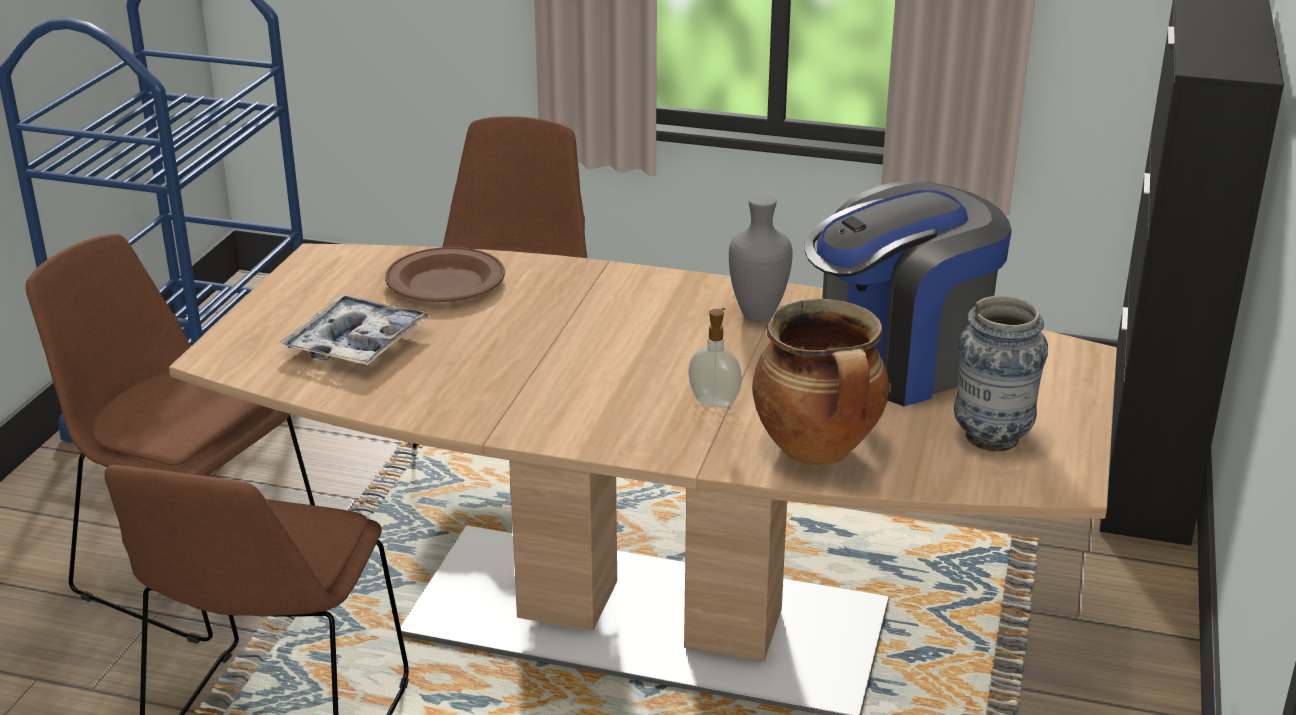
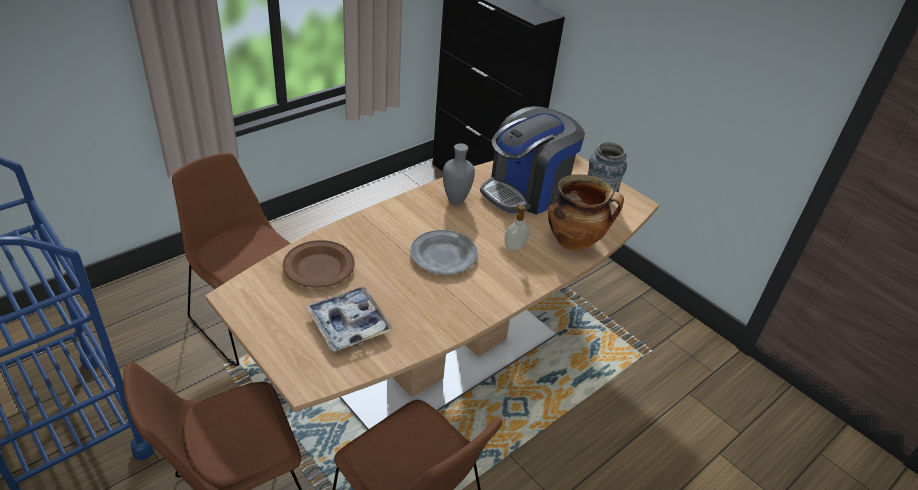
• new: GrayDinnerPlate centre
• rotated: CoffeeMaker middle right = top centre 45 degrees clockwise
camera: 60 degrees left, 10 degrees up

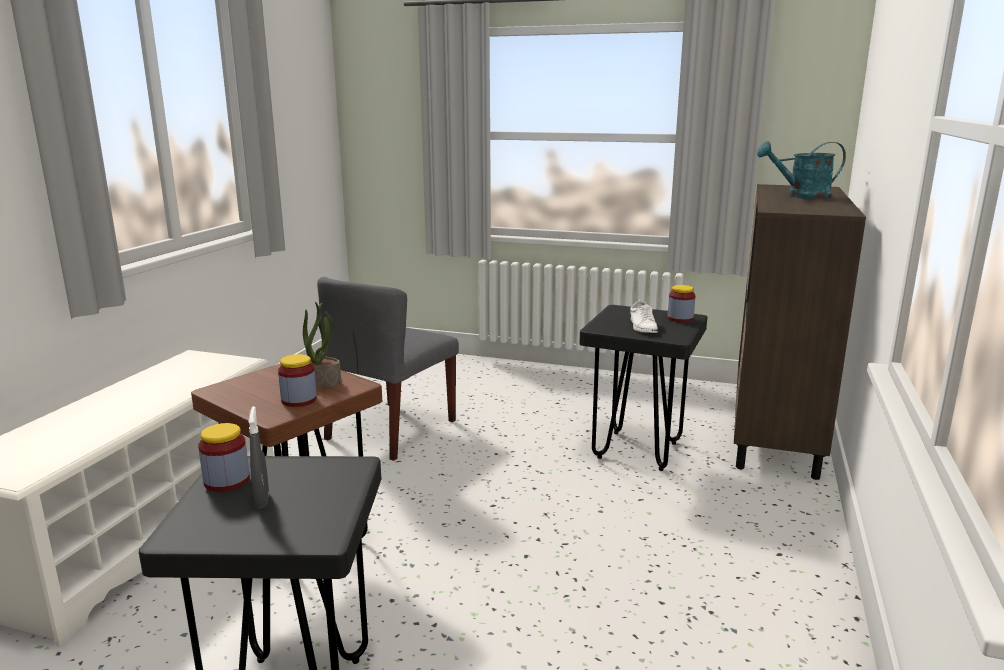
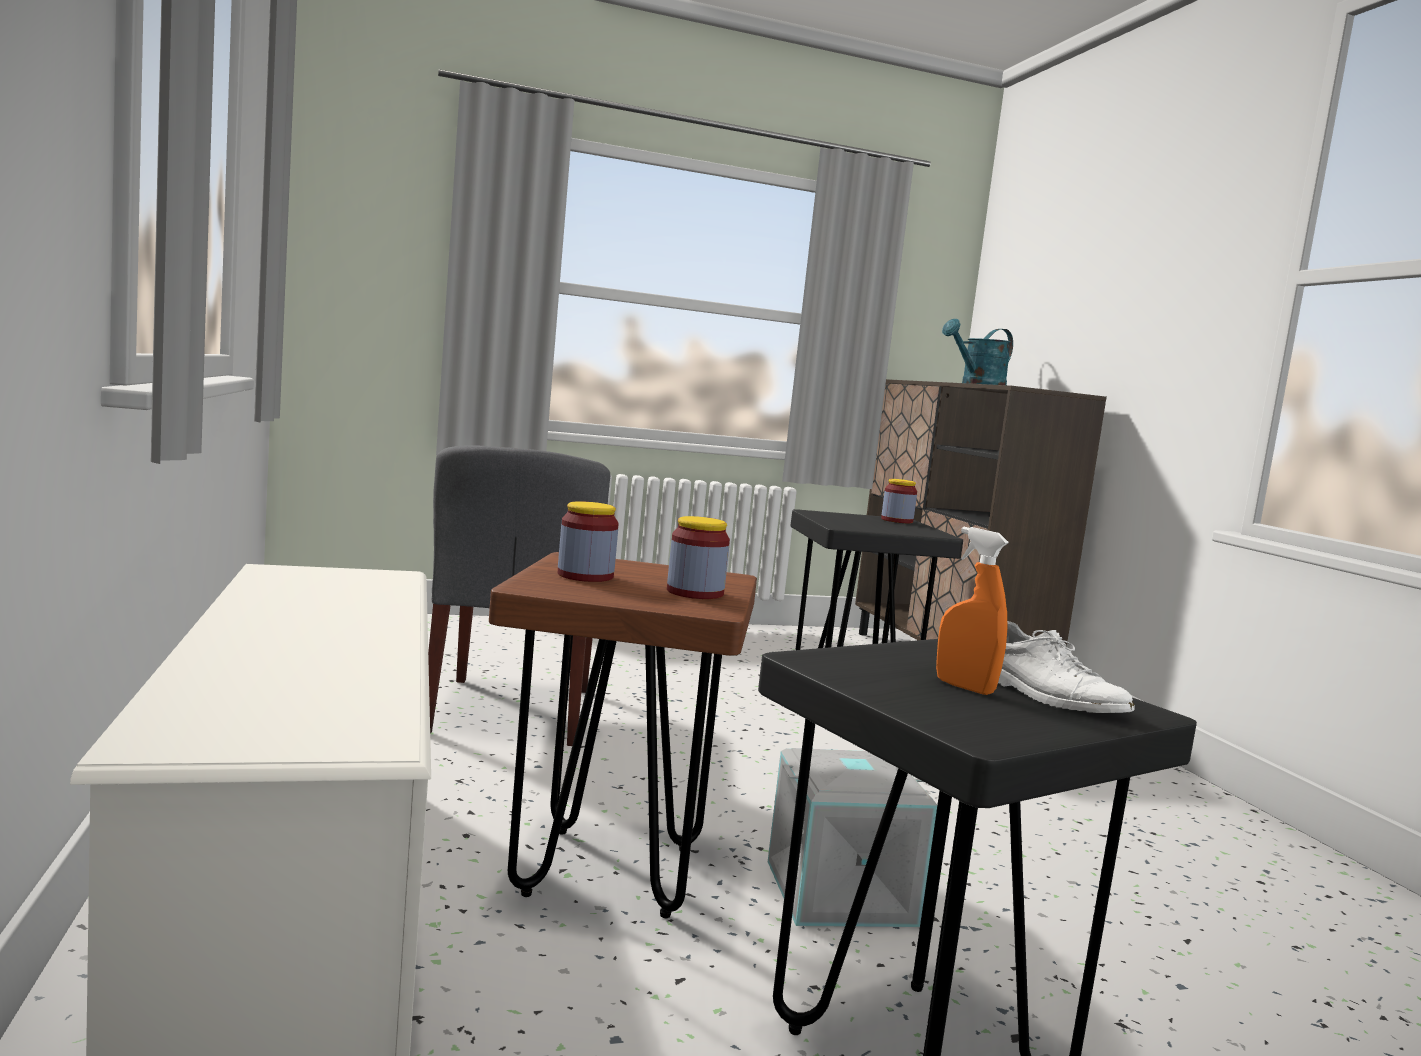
• gone: Houseplant middle left
• new: GrayStorageContainer bottom centre
• shifted: Jar (no. 1 from left) bottom left to centre
• shifted: WhitishItemOfFootwear centre to middle right
• repainted: GraySprayBottle bottom left to OrangeColouredSprayBottle middle right
camera: 35 degrees left, 10 degrees down

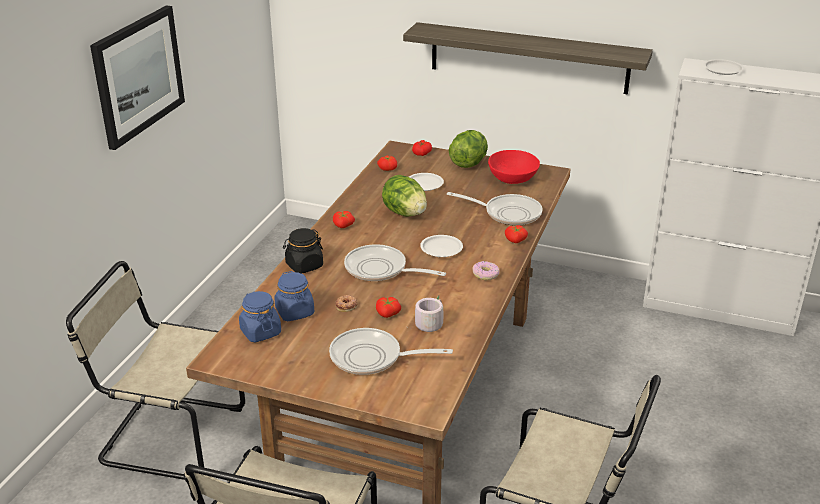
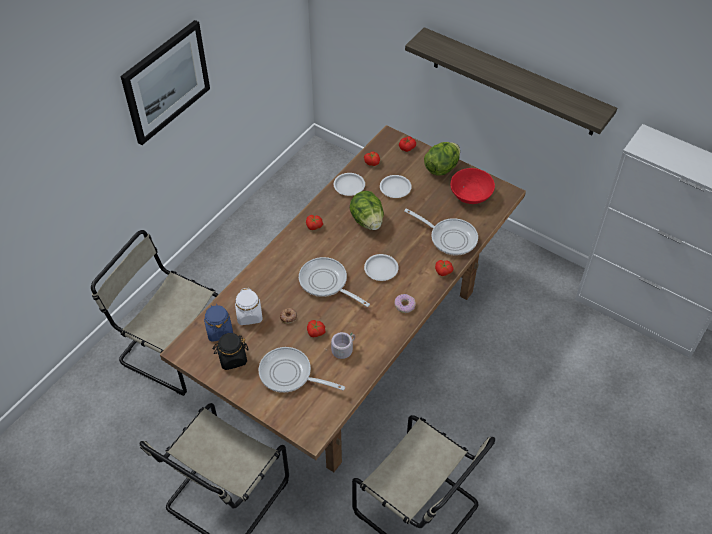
• shifted: BlackColouredJar centre to middle left
• shifted: WhitishDinnerPlate (no. 3 from left in the first image) top right to WhitishDinnerPlate (no. 1 from left) centre
• repainted: BlueColouredJar (no. 2 from left) centre to WhitishJar centre
camera: 15 degrees right, 20 degrees up

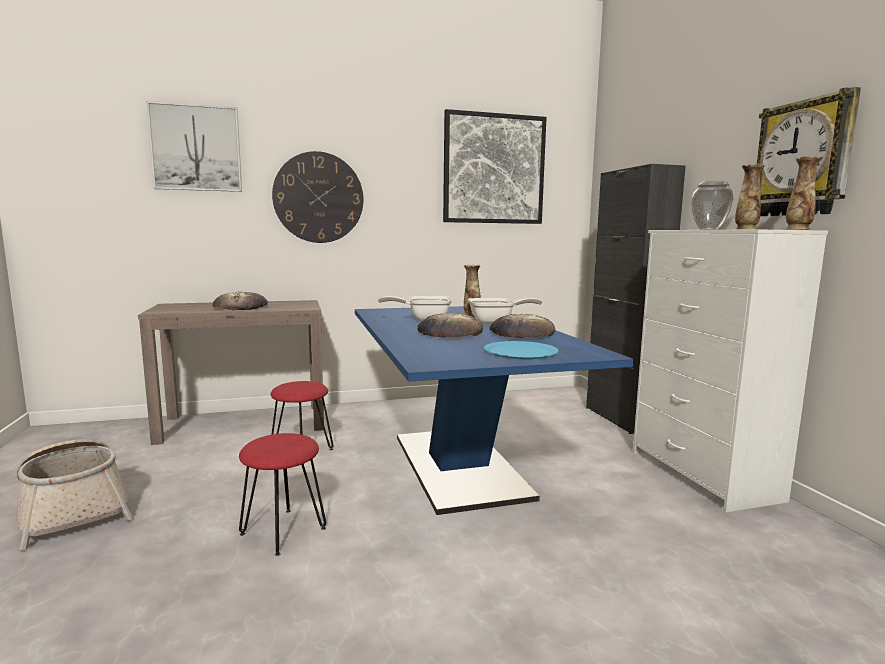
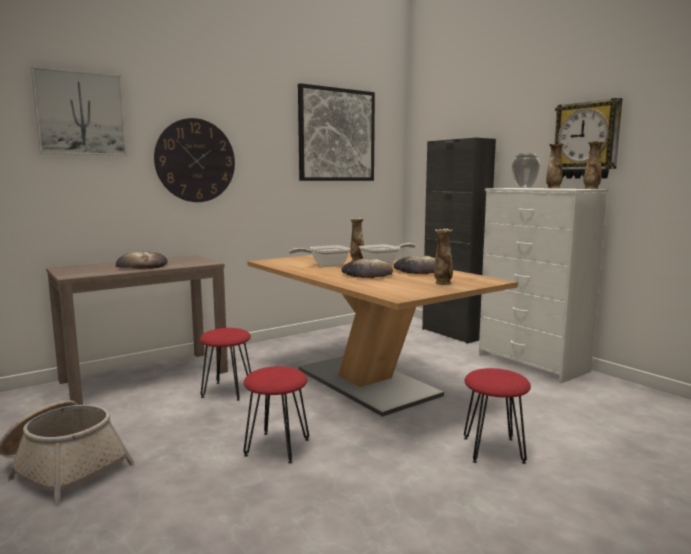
• new: RedColouredSittingStool (no. 3 from left) bottom right
• swapped: BlueColouredDinnerPlate centre to Vase (no. 2 from left) centre
• repainted: BlueColouredDinnerTable centre to BrownColouredDinnerTable centre
camera: 20 degrees left, 0 degrees up

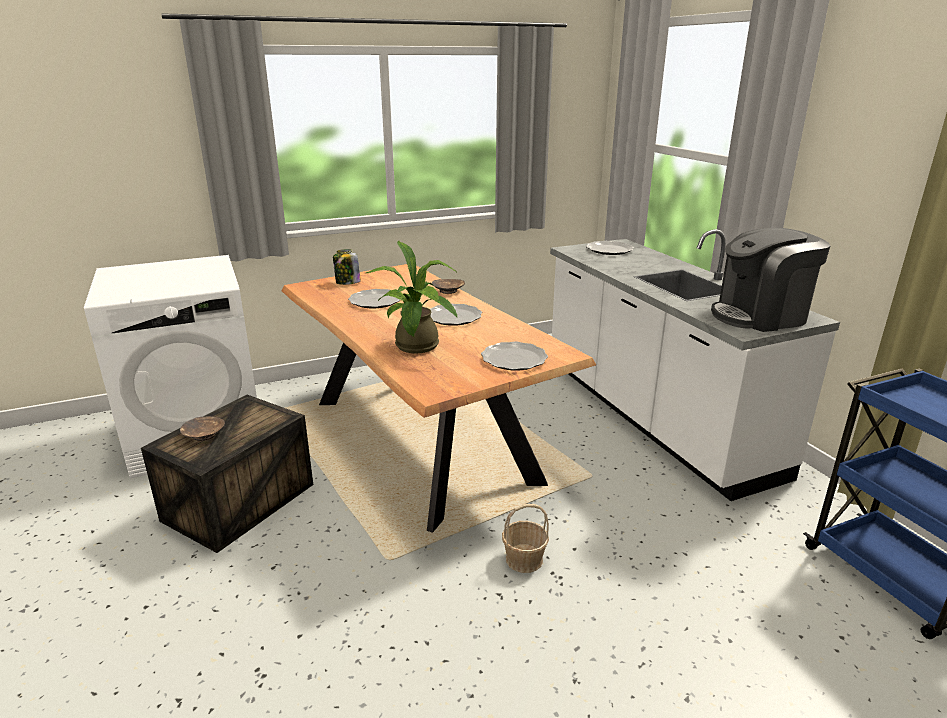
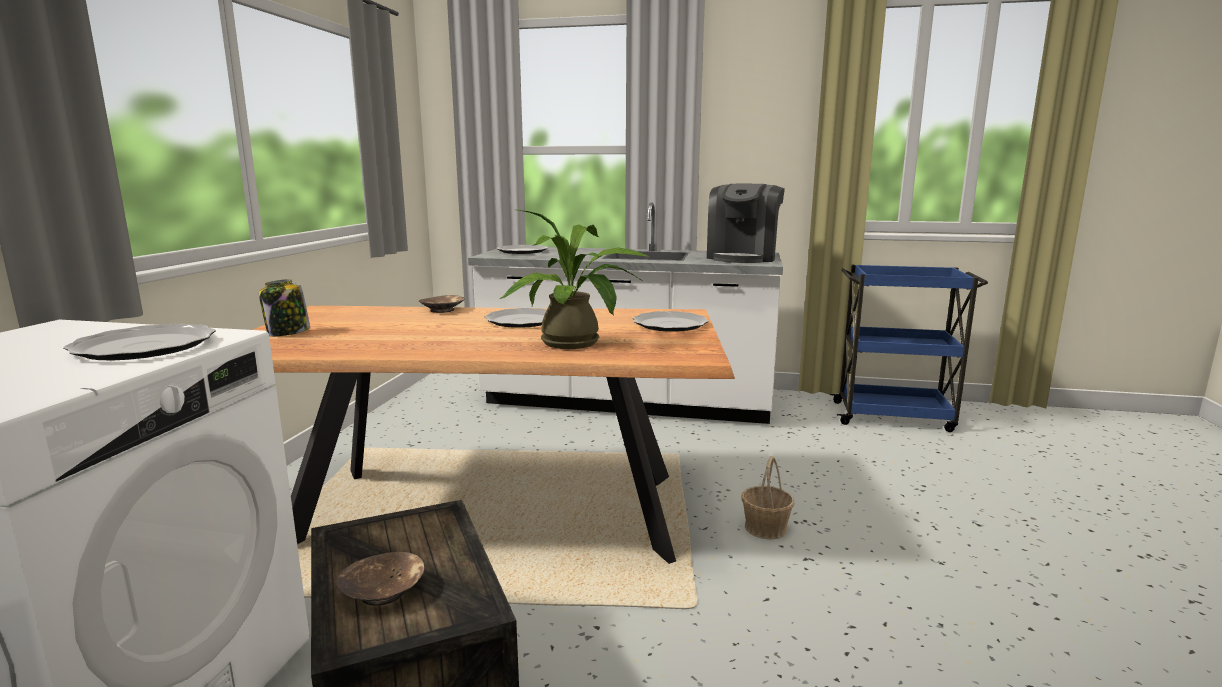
• shifted: DinnerPlate (no. 1 from left) centre to middle left
camera: 55 degrees left, 10 degrees down

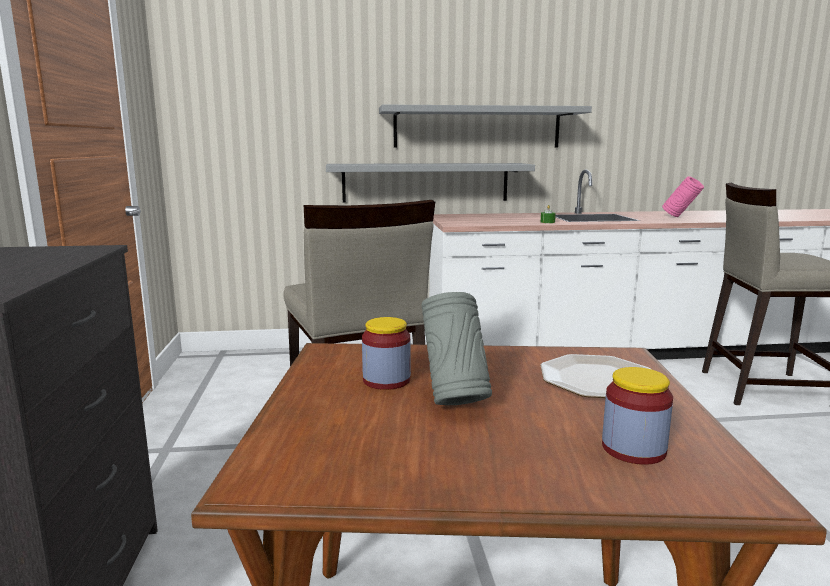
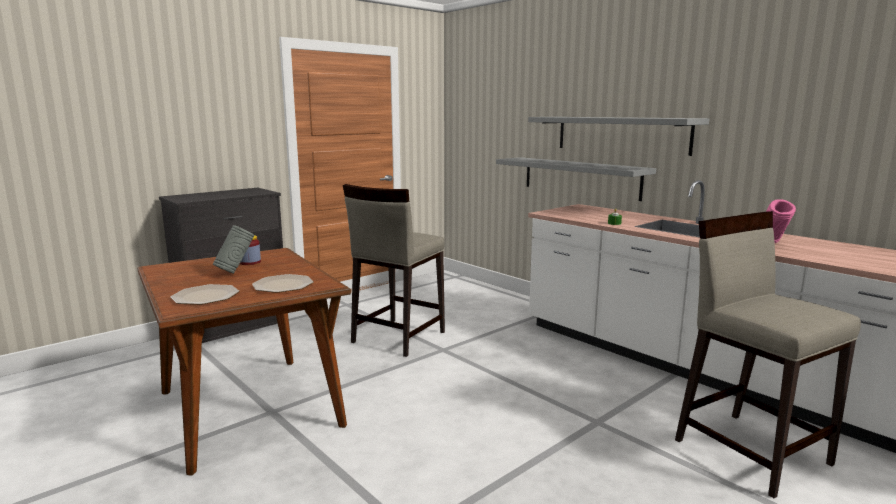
• swapped: Jar (no. 2 from left) bottom right to DinnerPlate (no. 1 from left) middle left
camera: 55 degrees right, 0 degrees up

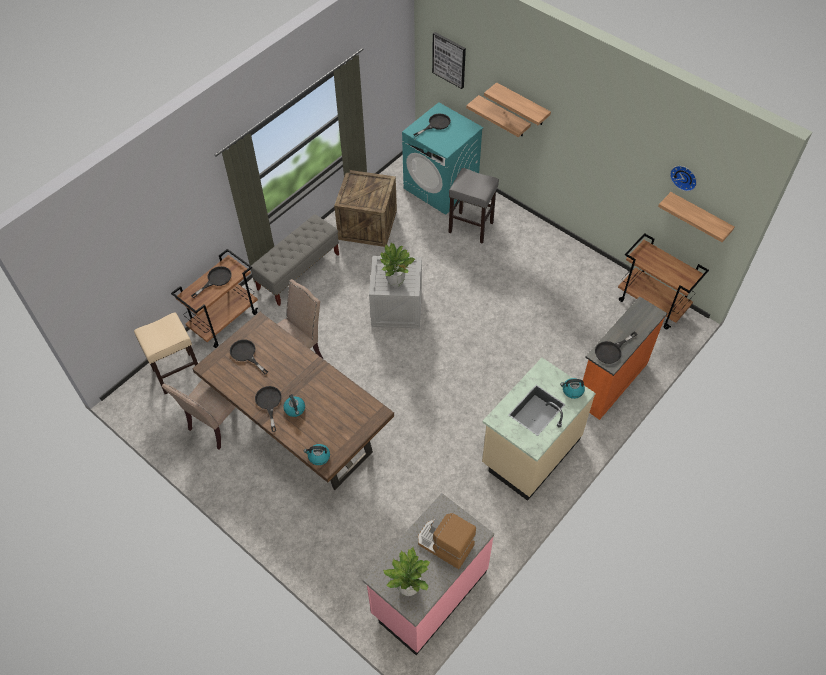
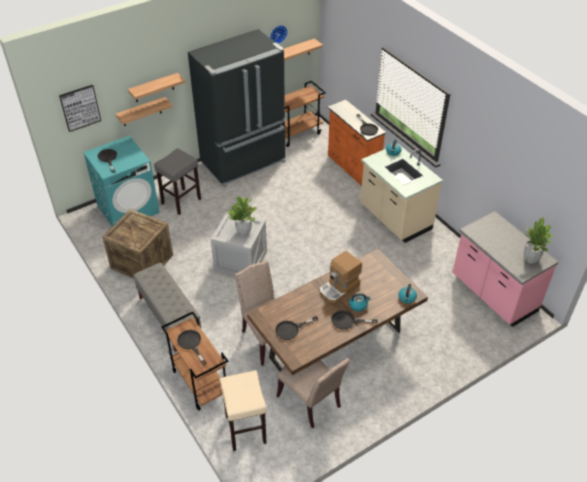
• new: BlackColouredFridge top centre
• shifted: CoffeeMaker bottom centre to centre
camera: 75 degrees left, 10 degrees down

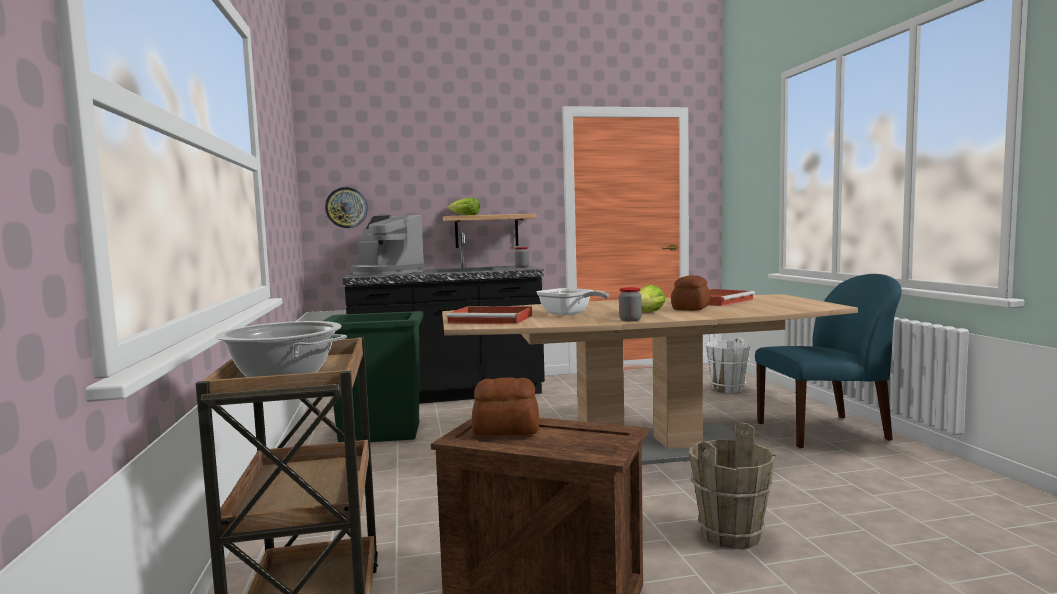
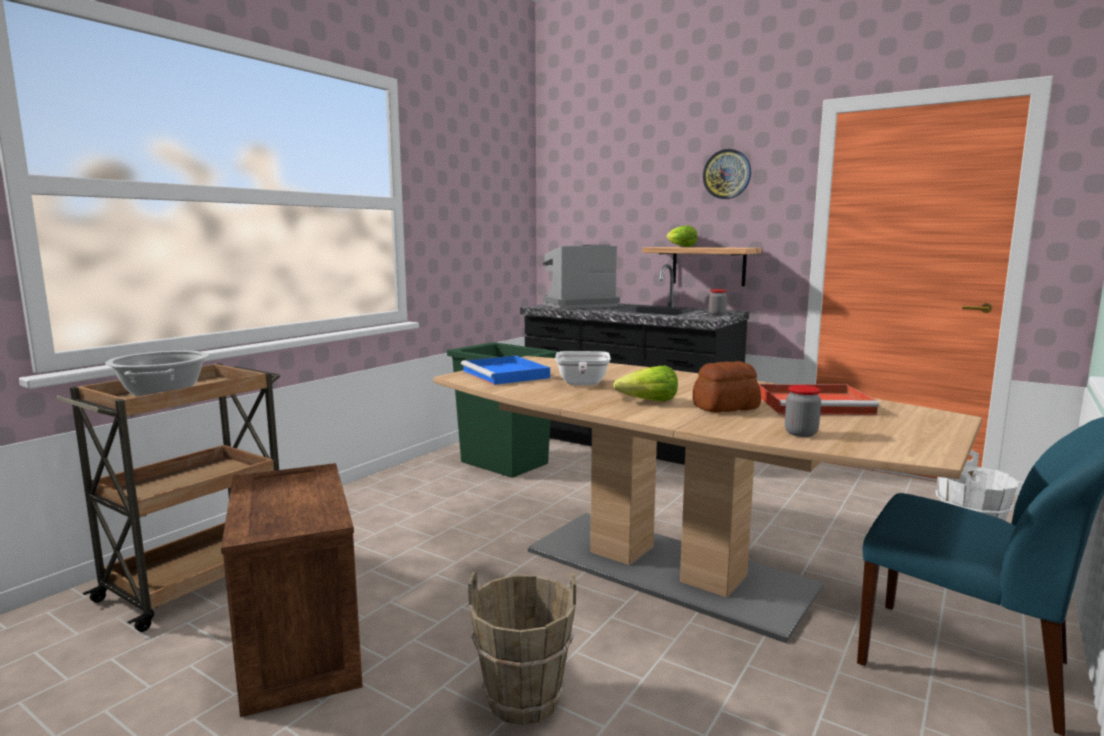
• gone: BakeryBread (no. 1 from left) bottom centre
• shifted: ClockOnTheWall middle left to top centre
• shifted: Jar (no. 2 from left) centre to middle right
• repainted: RedColouredTray (no. 1 from left) centre to BlueColouredTray centre
• rotated: CoffeeMaker centre = centre 75 degrees clockwise
camera: 45 degrees right, 5 degrees up

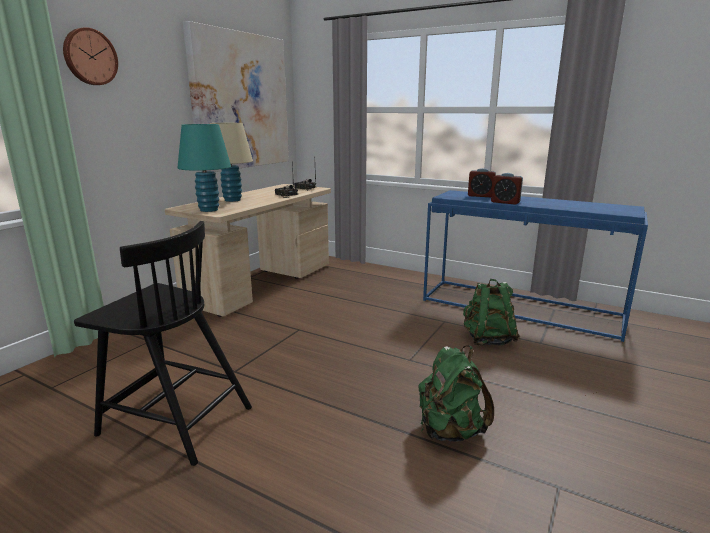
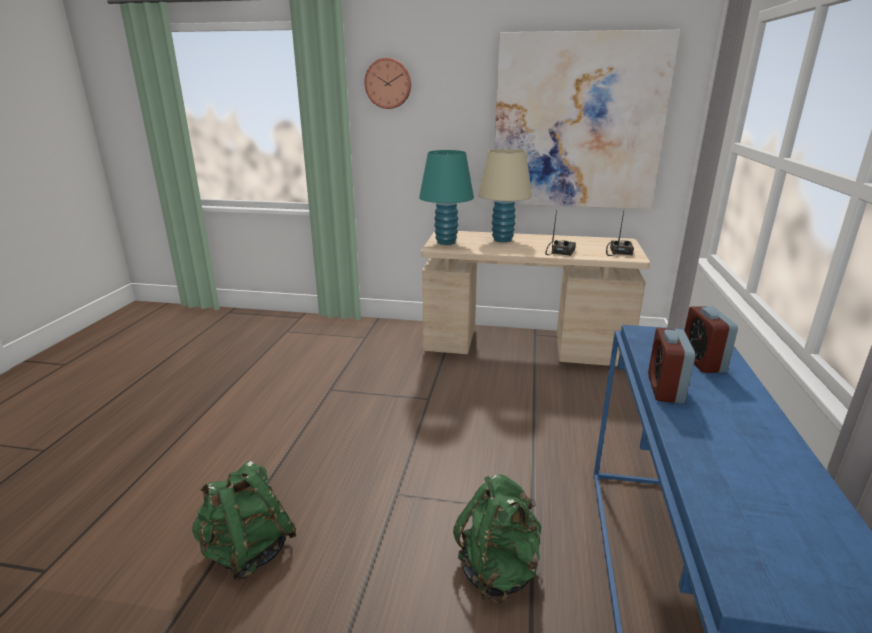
• gone: BlackColouredPlainChair middle left
camera: 70 degrees right, 5 degrees up

